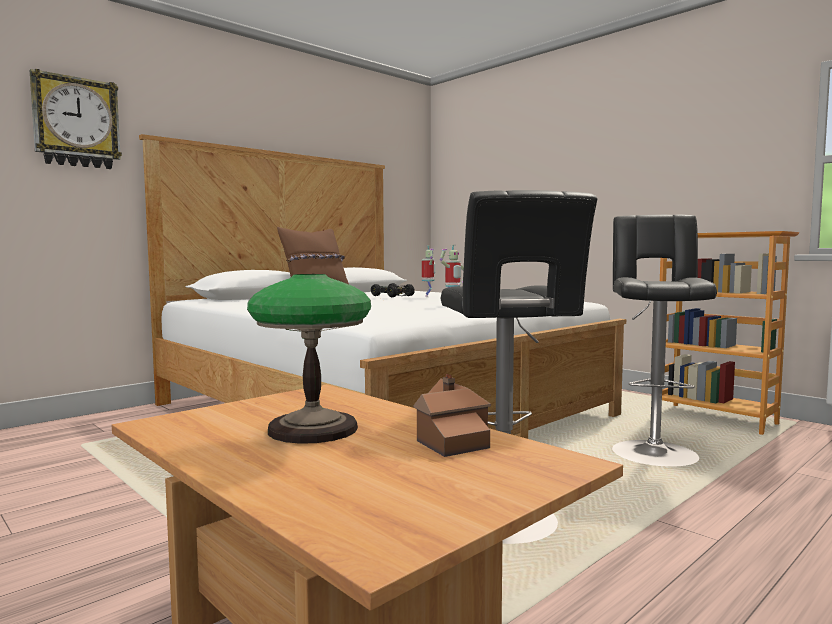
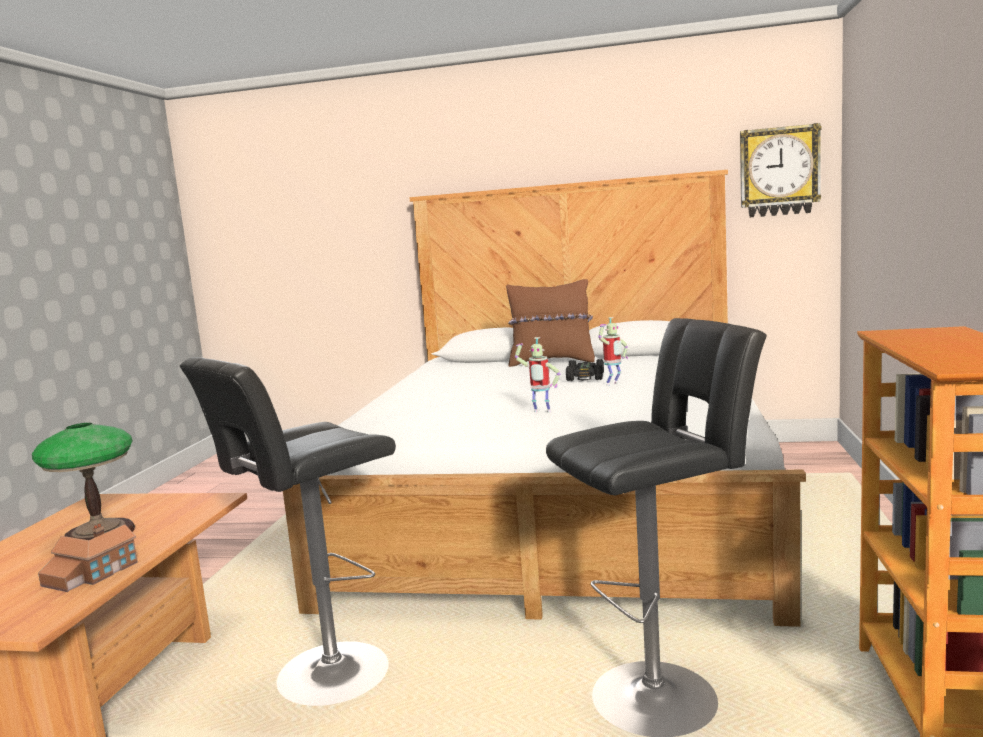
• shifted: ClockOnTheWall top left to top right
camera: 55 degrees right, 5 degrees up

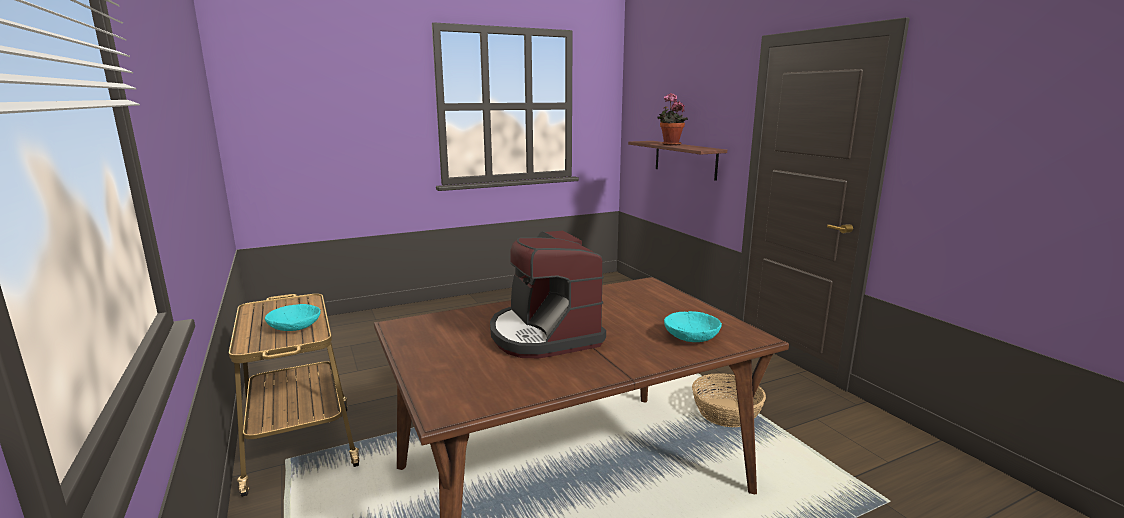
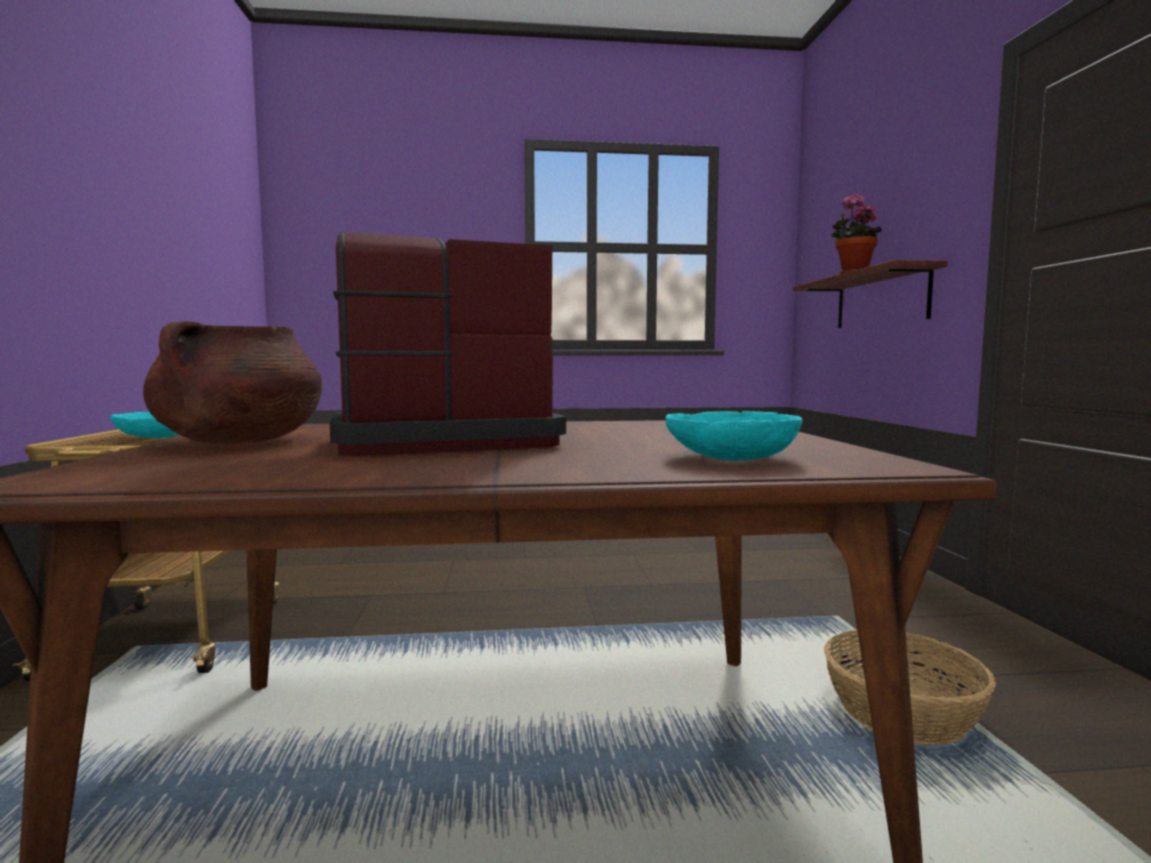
• new: BrownColouredSaucepot middle left
• rotated: CoffeeMaker centre = centre 75 degrees clockwise
camera: 20 degrees right, 10 degrees down

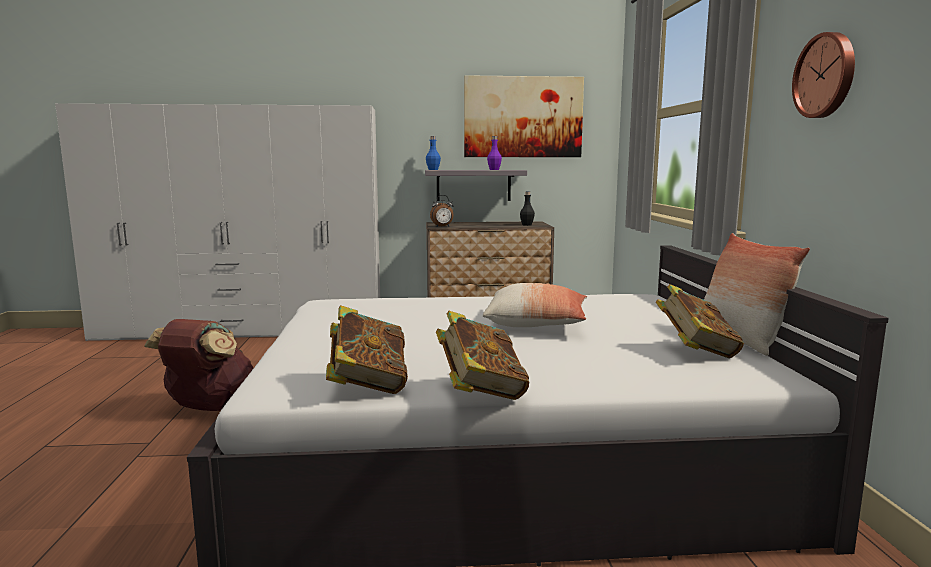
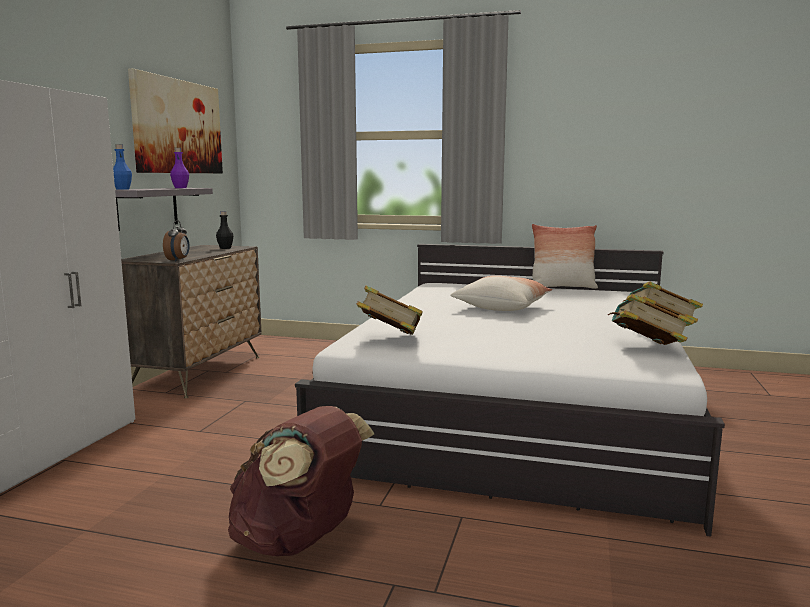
• gone: ClockOnTheWall top right
• shifted: Book (no. 3 from left in the first image) middle right to Book (no. 1 from left) centre
camera: 70 degrees left, 0 degrees up

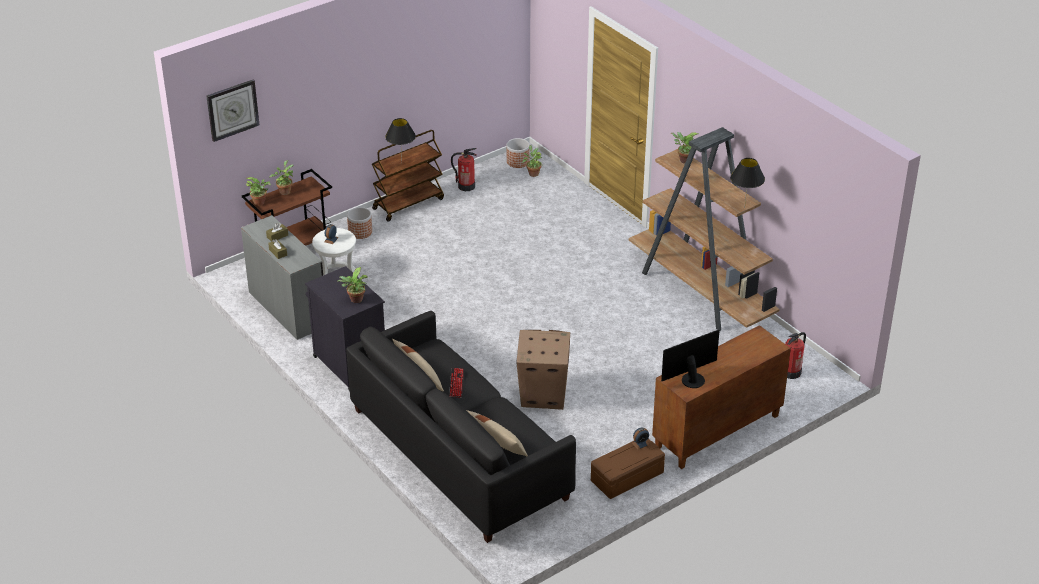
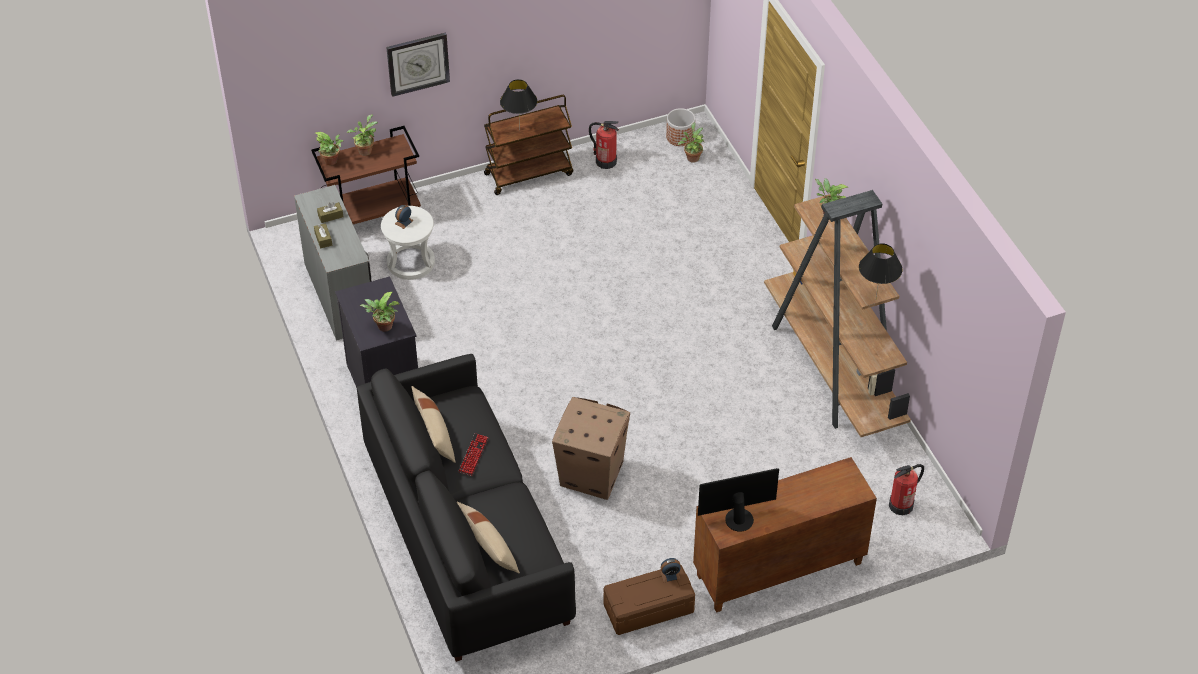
• gone: Planter (no. 1 from left) centre
• shifted: ClockOnTheWall top left to top centre
camera: 15 degrees right, 10 degrees up

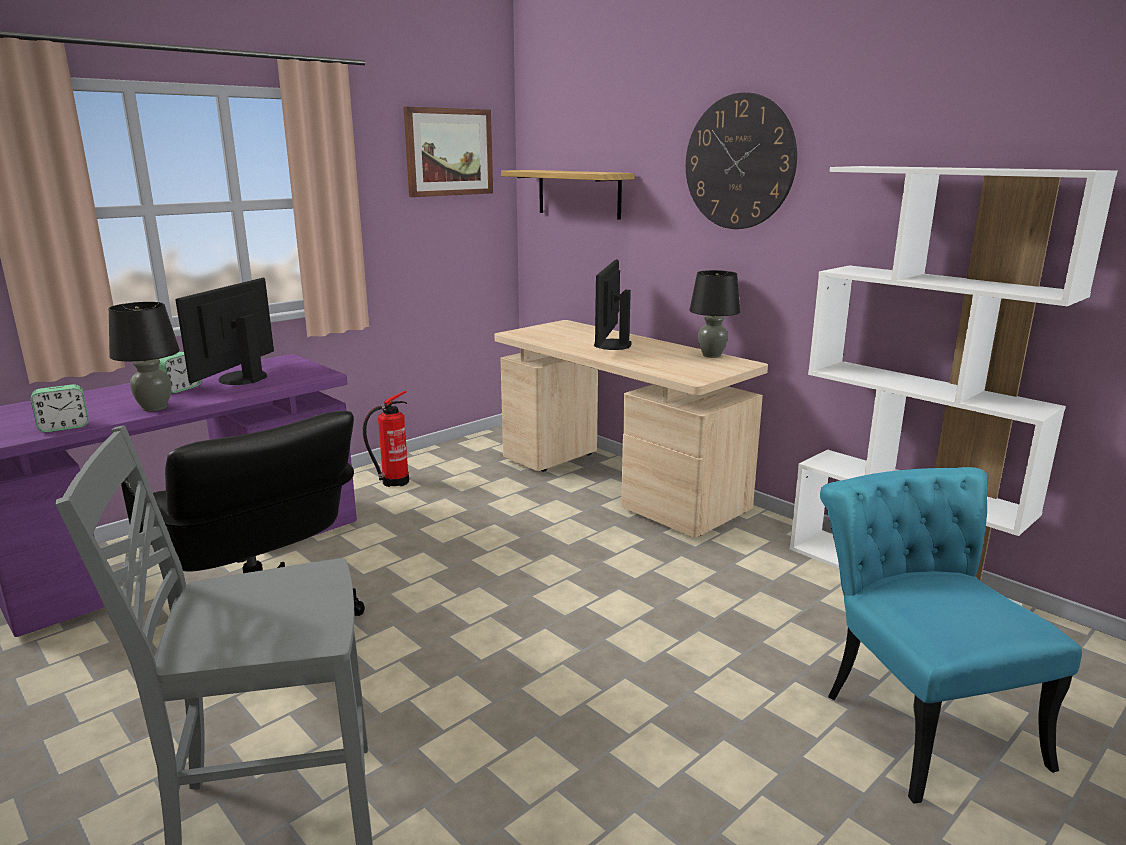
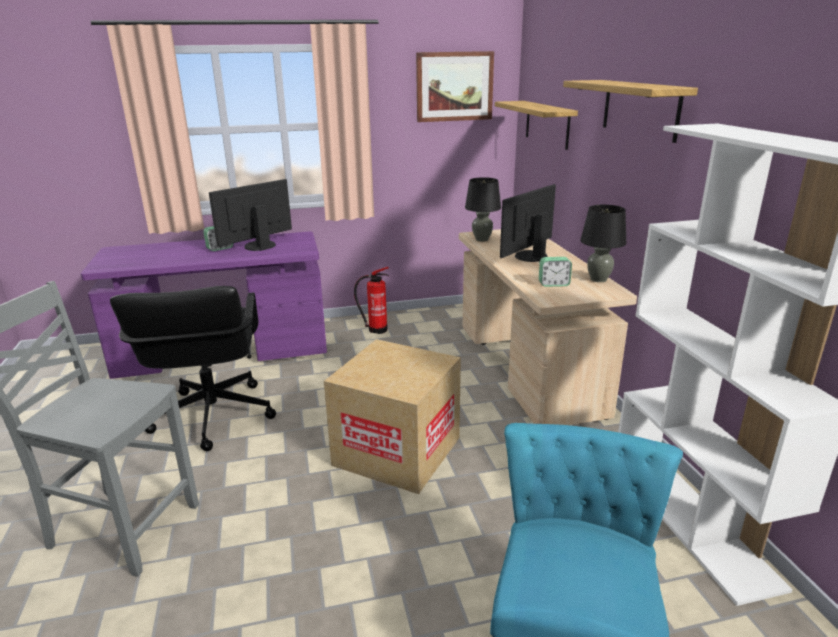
• new: PackingBox centre
• shifted: TableClock (no. 1 from left in the first image) middle left to TableClock (no. 2 from left) centre
• shifted: BlackColouredTabletopLamp (no. 1 from left) middle left to top centre
• swapped: ClockOnTheWall top centre to WallShelf (no. 2 from left) top right
camera: 30 degrees right, 5 degrees up

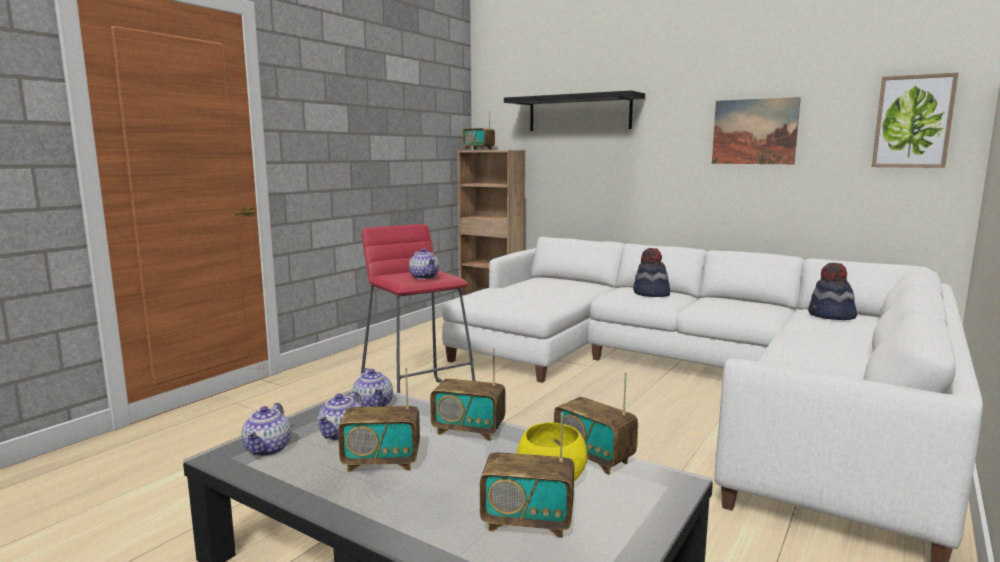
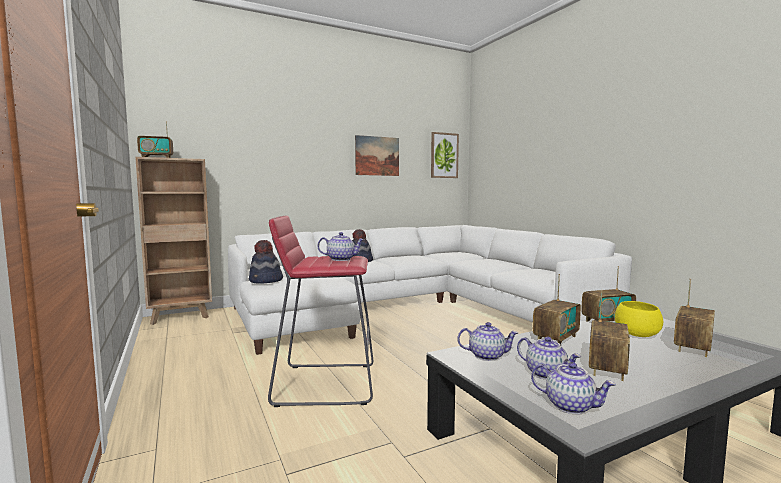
• gone: BlackColouredWallShelf top centre
• shifted: WearableHat (no. 2 from left in the first image) middle right to WearableHat (no. 1 from left) centre
camera: 60 degrees left, 5 degrees down

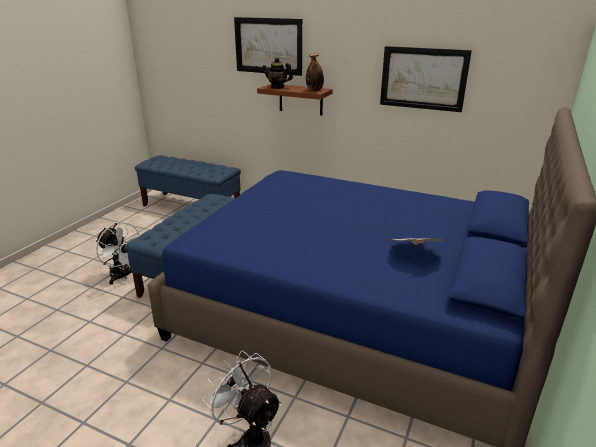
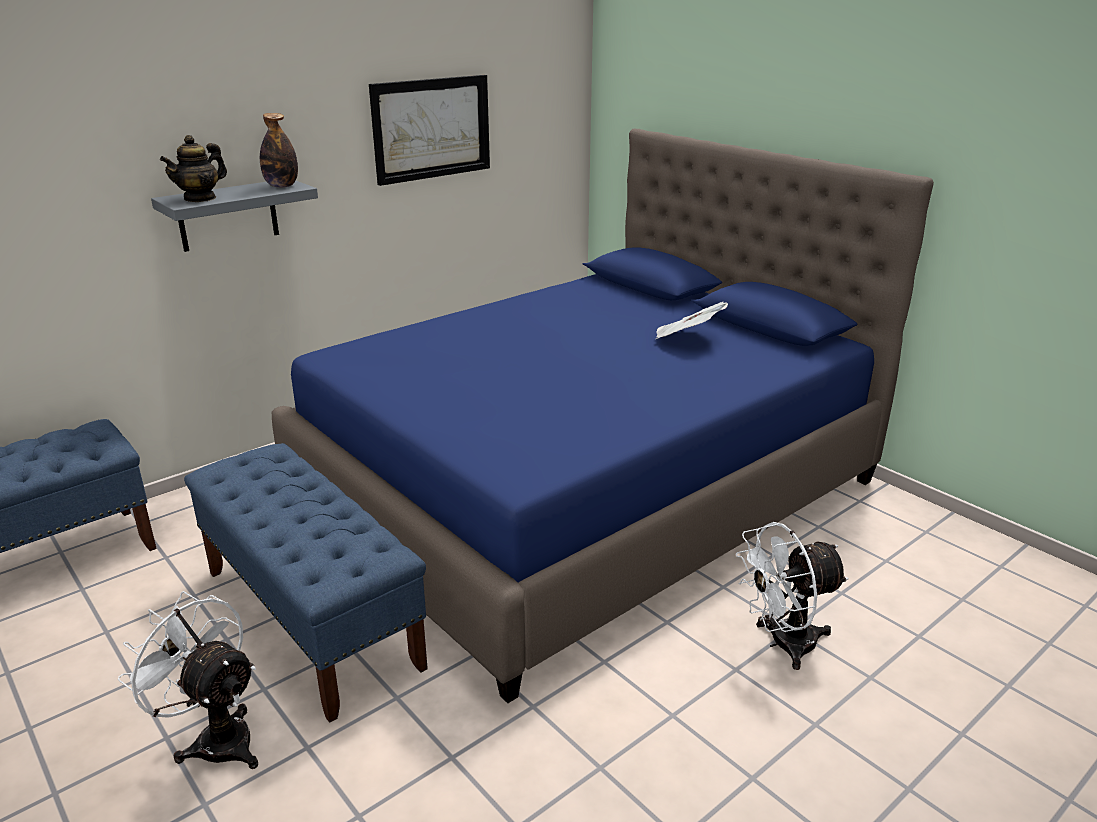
• gone: WallArt (no. 1 from left) top centre
• repainted: BrownColouredWallShelf top centre to GrayWallShelf top left
• rotated: WhitishFan (no. 1 from left) middle left = bottom left 120 degrees counterclockwise
camera: 65 degrees left, 0 degrees up

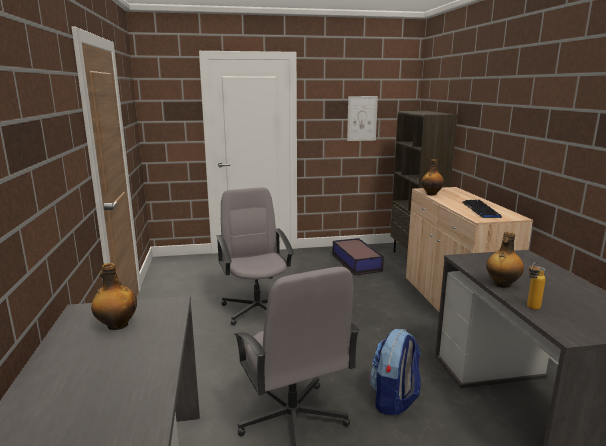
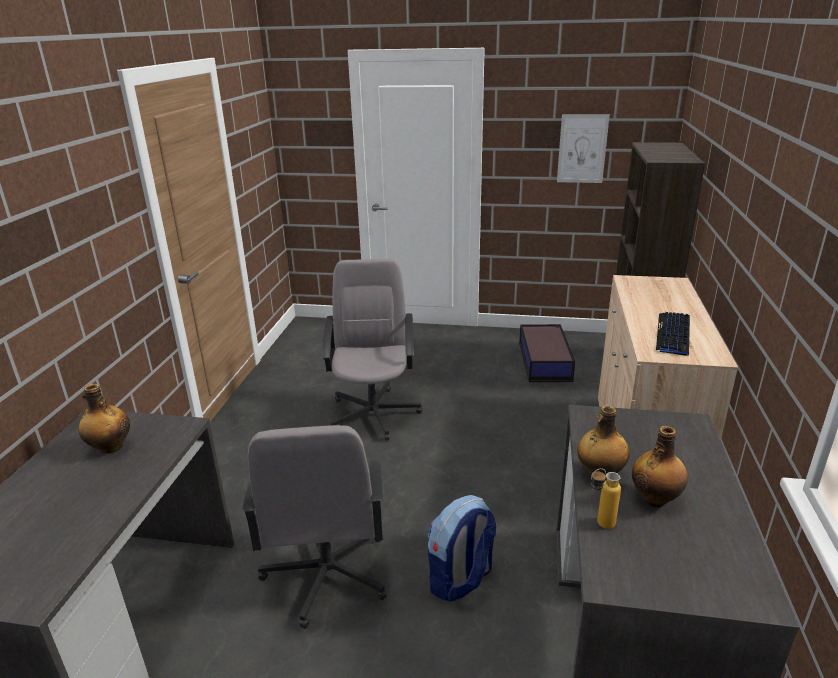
• shifted: BeverageBottle (no. 2 from left in the first image) middle right to BeverageBottle (no. 4 from left) bottom right
camera: 20 degrees right, 10 degrees up

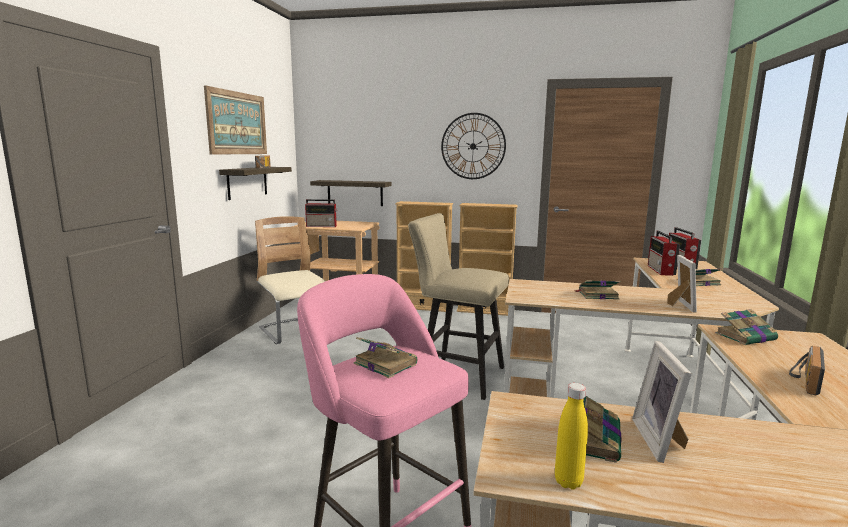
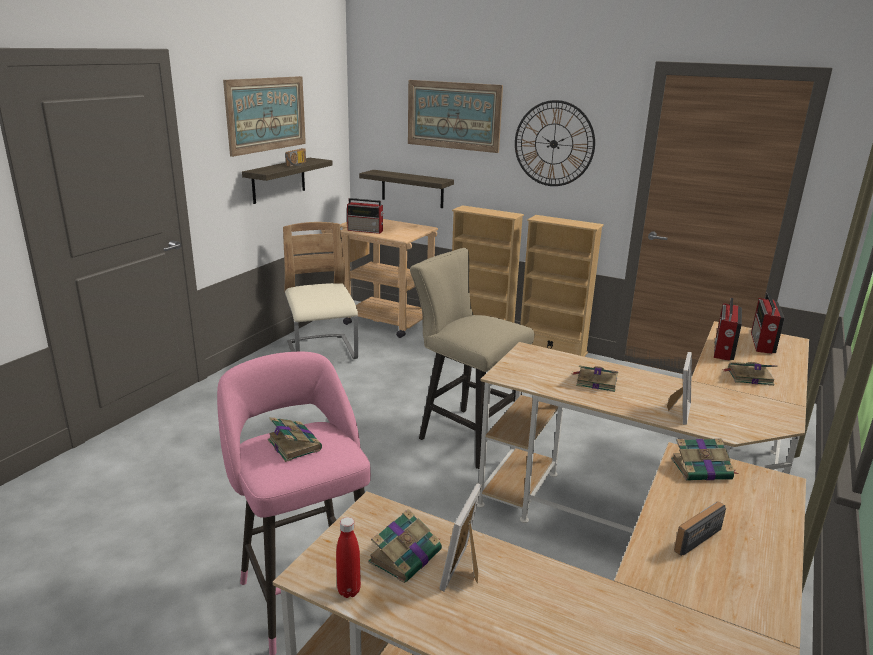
• new: WallArt (no. 2 from left) top centre
• repainted: YellowishBeverageBottle bottom right to RedColouredBeverageBottle bottom centre
camera: 15 degrees right, 10 degrees up

